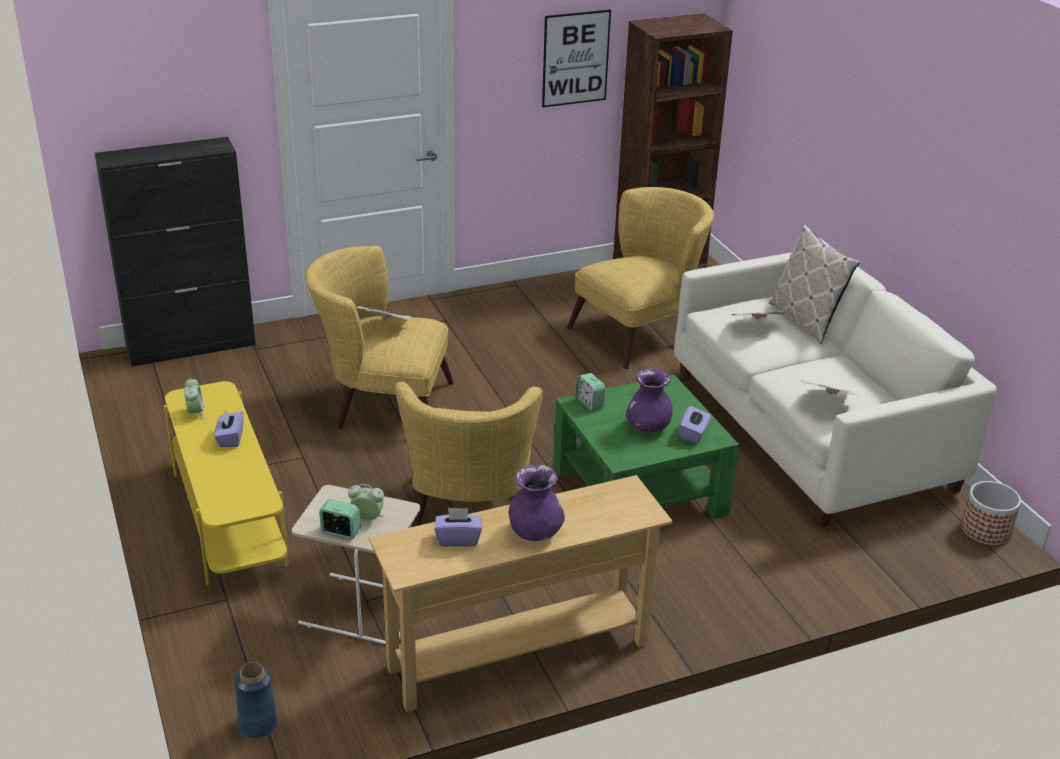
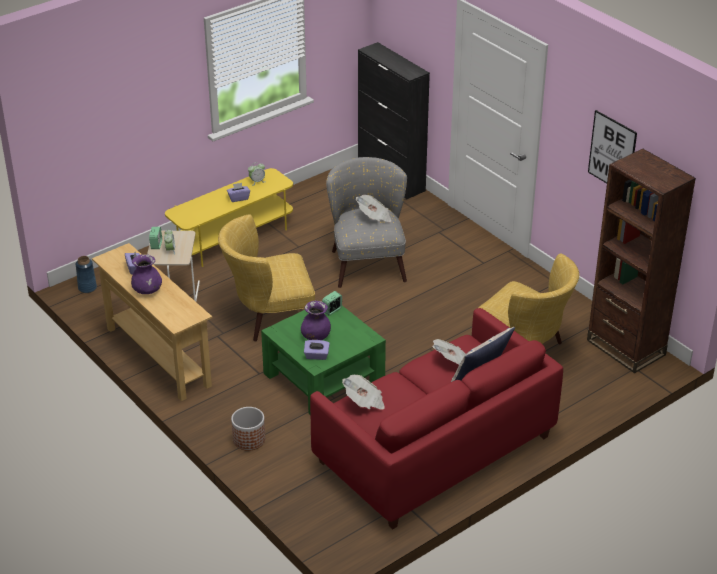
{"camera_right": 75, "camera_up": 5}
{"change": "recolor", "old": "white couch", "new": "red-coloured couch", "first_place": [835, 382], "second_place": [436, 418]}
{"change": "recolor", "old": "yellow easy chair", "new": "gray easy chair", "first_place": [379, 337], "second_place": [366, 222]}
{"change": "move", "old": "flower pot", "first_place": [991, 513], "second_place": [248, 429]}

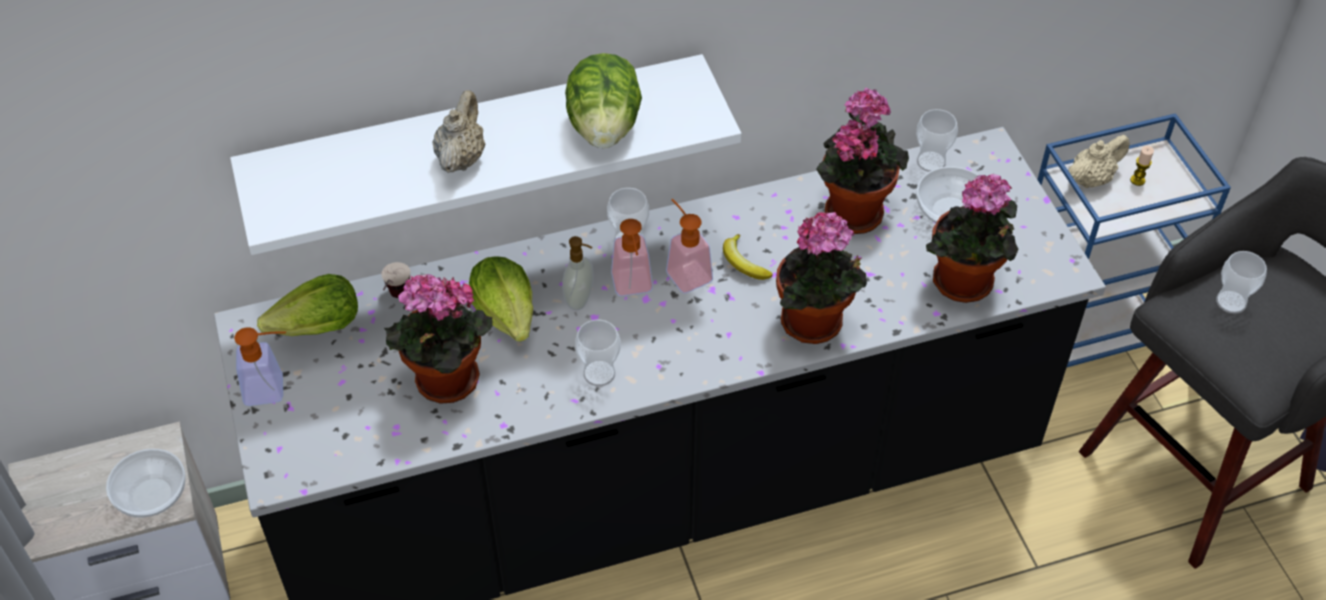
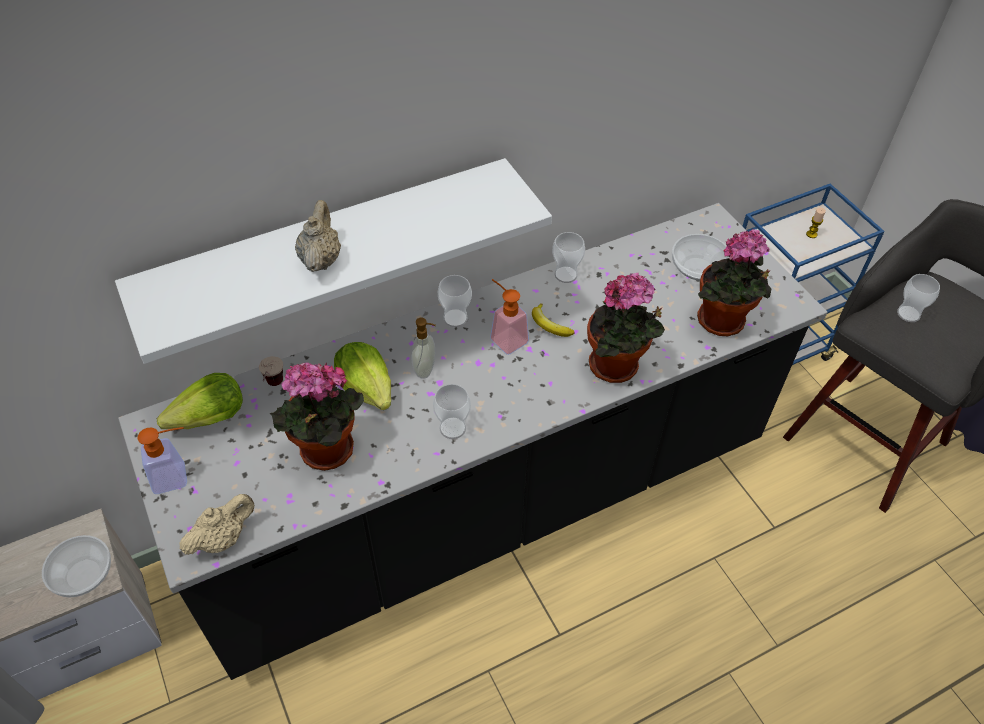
{"camera_right": -10, "camera_up": 0}
{"change": "delete", "old": "head of lettuce", "first_place": [603, 100]}
{"change": "delete", "old": "potted plant", "first_place": [862, 161]}
{"change": "move", "old": "small cup", "first_place": [937, 140], "second_place": [568, 257]}
{"change": "move", "old": "sand-coloured pot for tea", "first_place": [1099, 161], "second_place": [216, 524]}
{"change": "delete", "old": "liquid soap bottle", "first_place": [632, 257]}

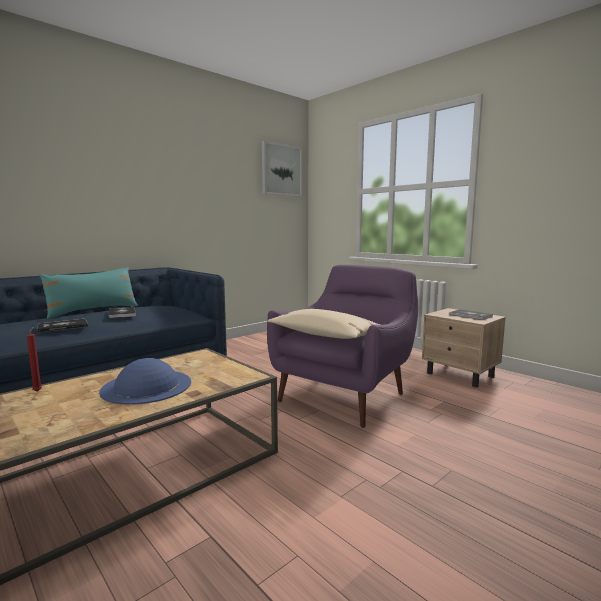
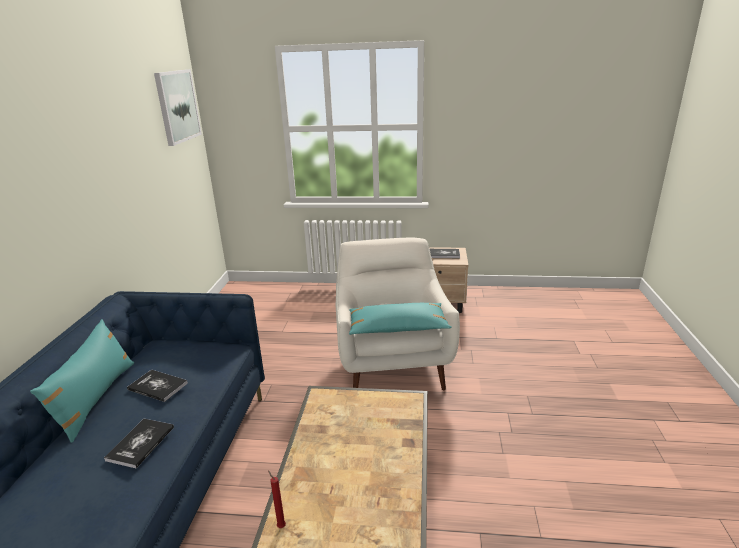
{"camera_right": -40, "camera_up": 15}
{"change": "recolor", "old": "purple-coloured easy chair", "new": "white easy chair", "first_place": [342, 346], "second_place": [398, 313]}
{"change": "recolor", "old": "sand-coloured throw pillow", "new": "blue-green throw pillow", "first_place": [324, 324], "second_place": [400, 319]}
{"change": "delete", "old": "blue clothing hat", "first_place": [145, 381]}

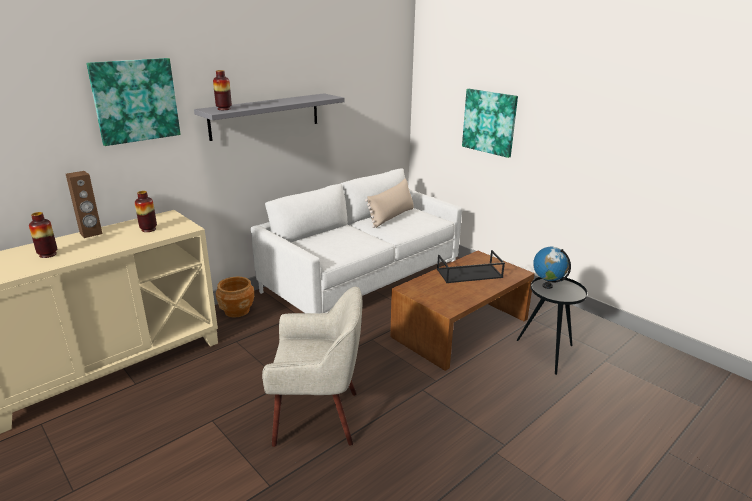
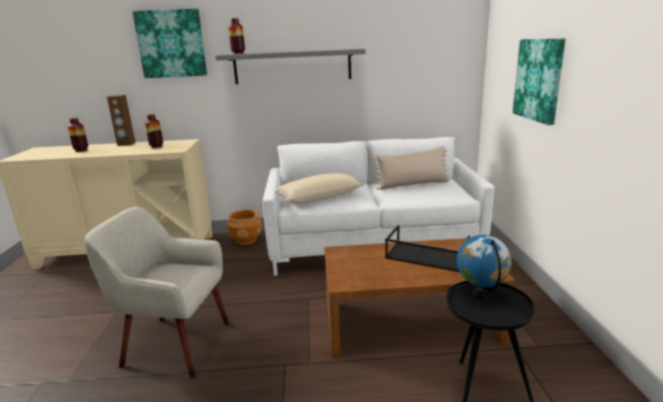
{"camera_right": 40, "camera_up": -5}
{"change": "rotate", "old": "sand-coloured easy chair", "first_place": [312, 367], "second_place": [156, 292], "degrees": 150}
{"change": "insert", "new": "sand-coloured throw pillow", "second_place": [319, 188]}

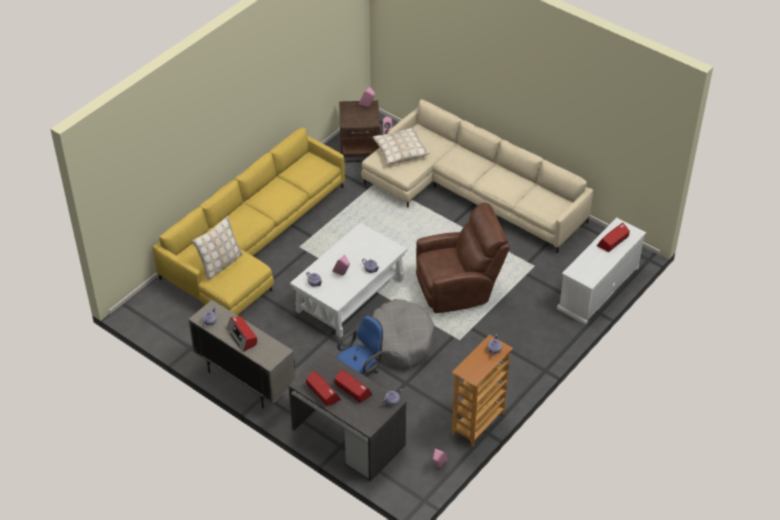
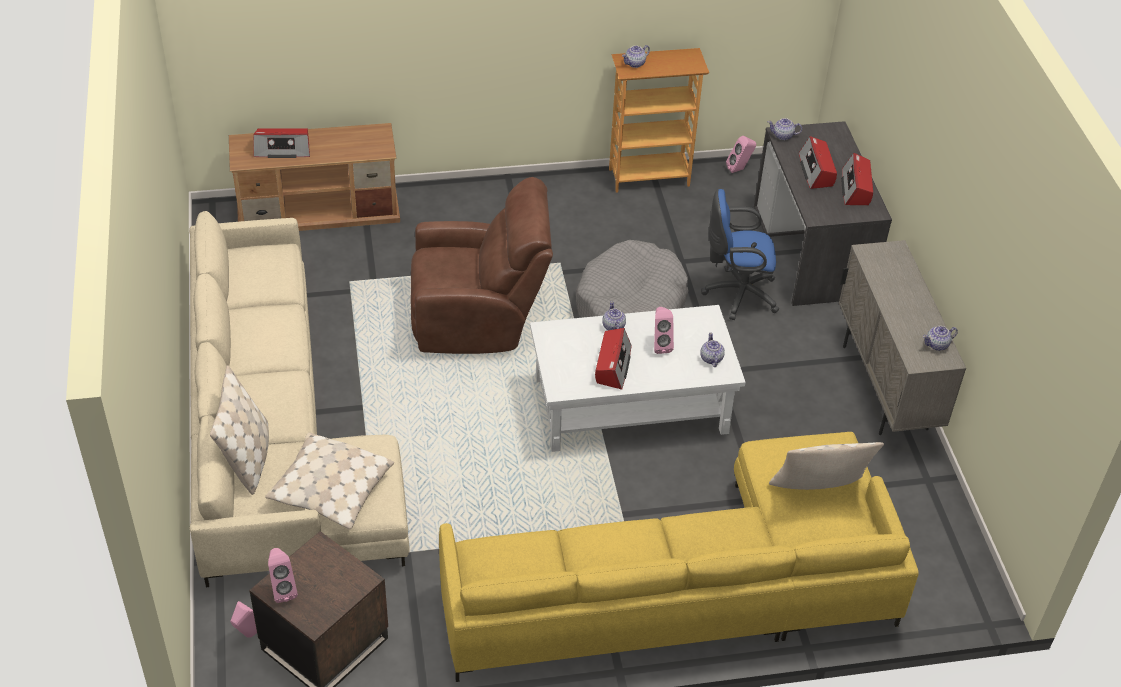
{"camera_right": -140, "camera_up": 0}
{"change": "rotate", "old": "brownish easy chair", "first_place": [463, 258], "second_place": [482, 265], "degrees": 150}
{"change": "recolor", "old": "white tv unit", "new": "brownish tv unit", "first_place": [601, 271], "second_place": [314, 177]}
{"change": "move", "old": "radio set", "first_place": [242, 334], "second_place": [613, 359]}
{"change": "insert", "new": "sand-coloured throw pillow", "second_place": [239, 430]}

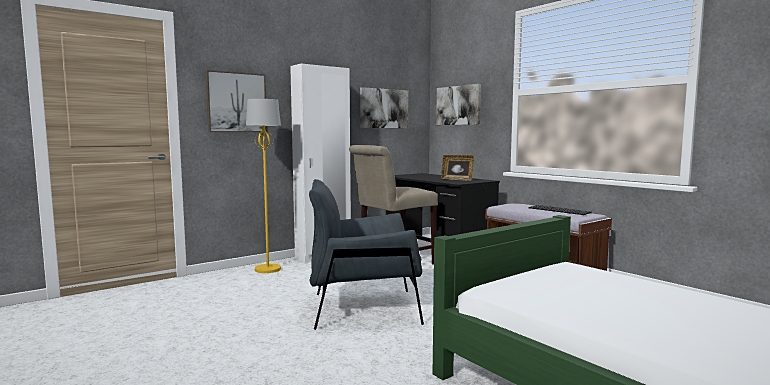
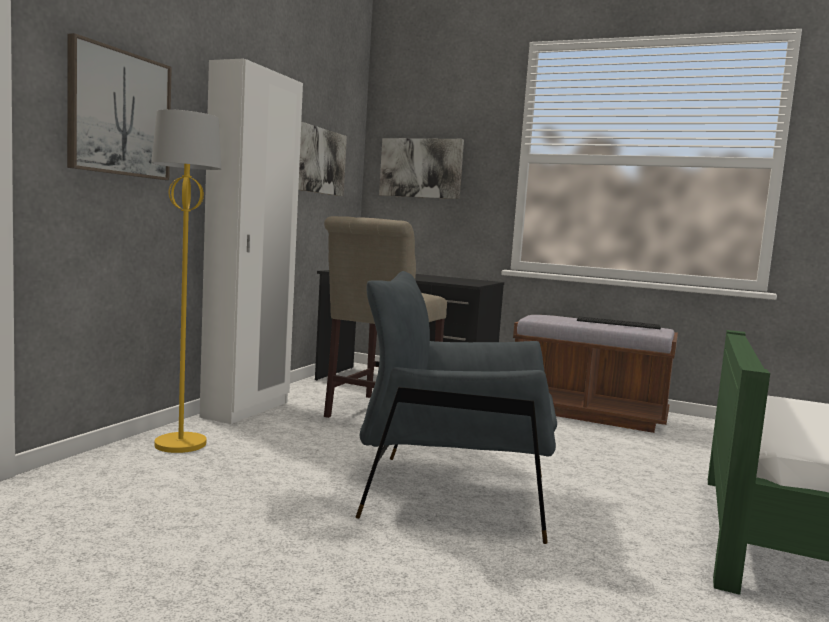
{"camera_right": -30, "camera_up": 0}
{"change": "delete", "old": "photo frame", "first_place": [457, 168]}
{"change": "rotate", "old": "gray easy chair", "first_place": [366, 254], "second_place": [456, 407], "degrees": 45}

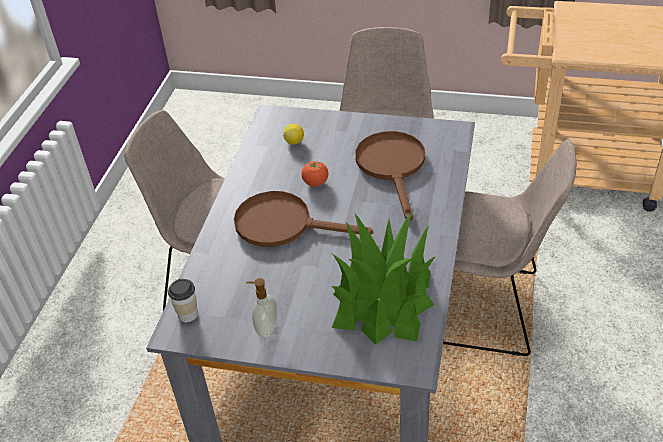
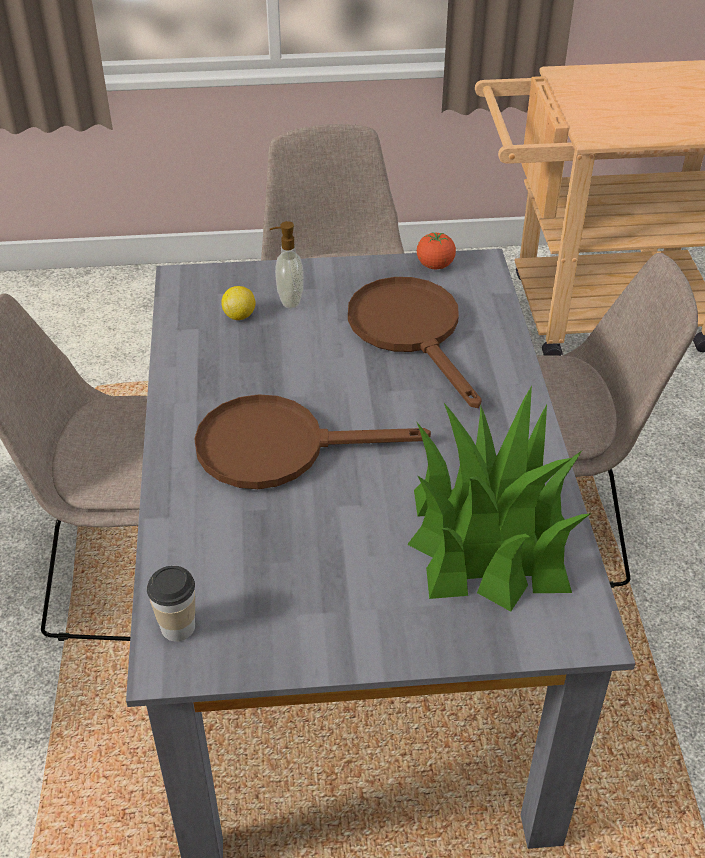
{"camera_right": -20, "camera_up": 0}
{"change": "move", "old": "fresh tomato", "first_place": [315, 173], "second_place": [436, 251]}
{"change": "move", "old": "liquid soap bottle", "first_place": [261, 308], "second_place": [287, 265]}

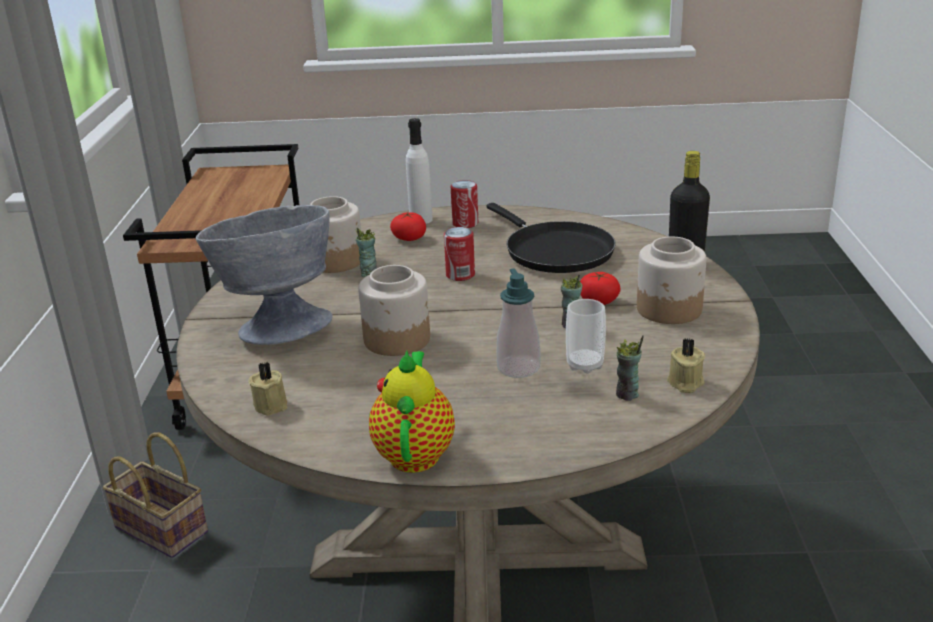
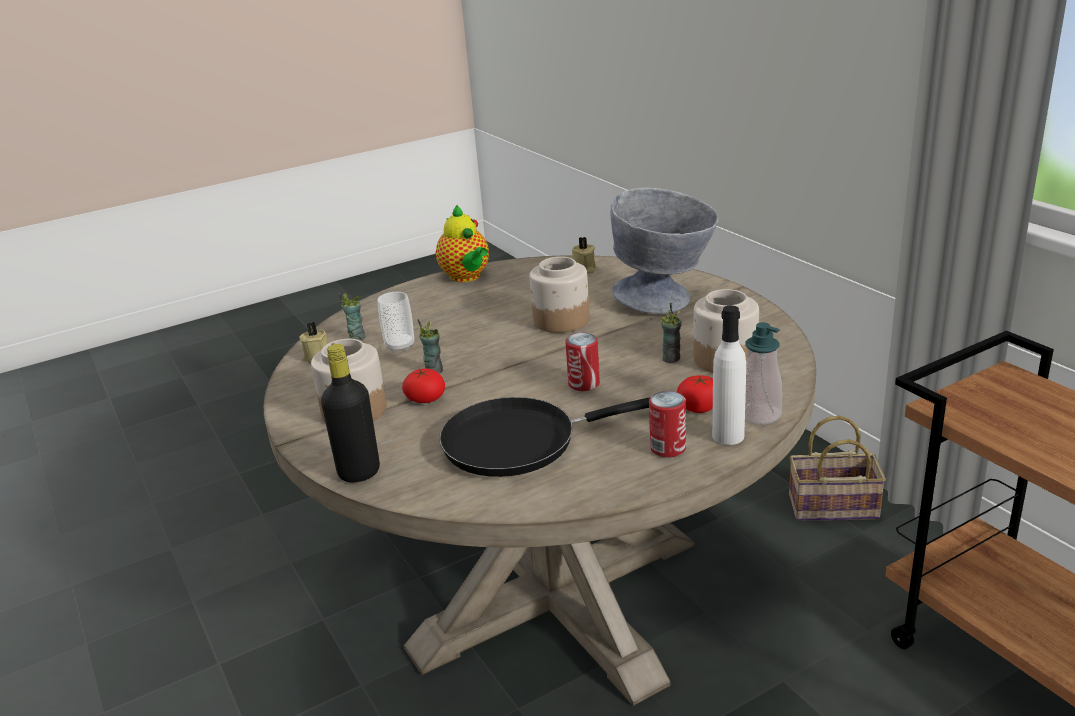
{"camera_right": 150, "camera_up": 0}
{"change": "rotate", "old": "blackish pan", "first_place": [551, 238], "second_place": [544, 437], "degrees": -45}
{"change": "move", "old": "liquid soap bottle", "first_place": [519, 323], "second_place": [763, 373]}

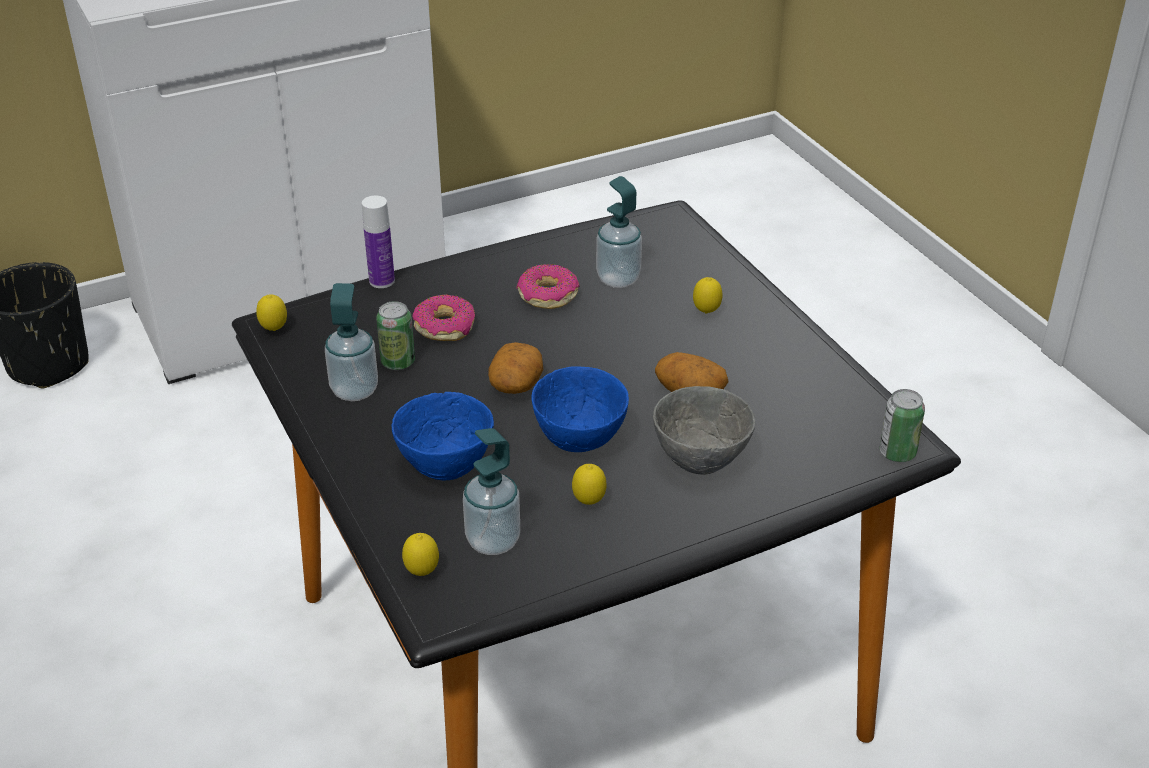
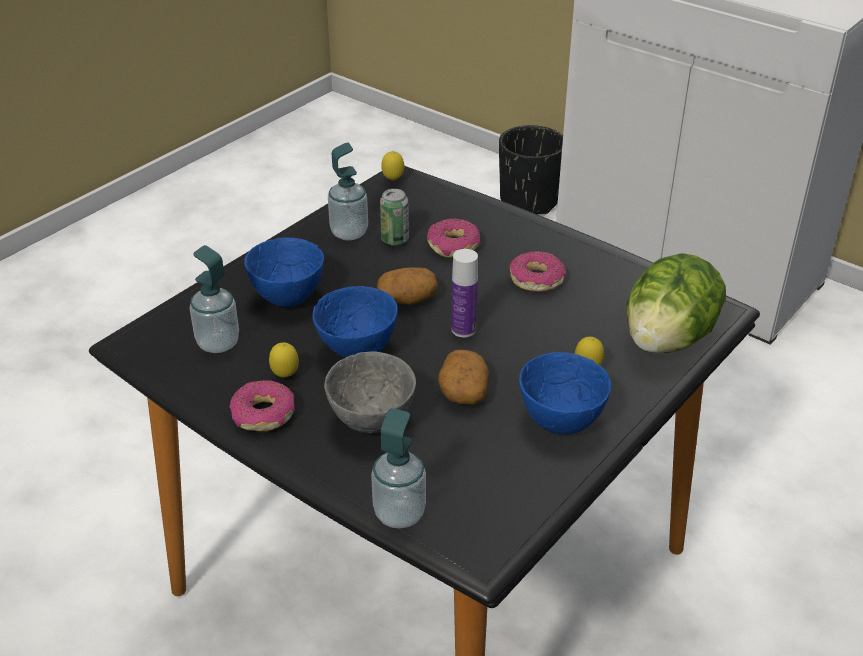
{"camera_right": 65, "camera_up": 0}
{"change": "move", "old": "liquid soap bottle", "first_place": [619, 232], "second_place": [398, 468]}
{"change": "move", "old": "beverage bottle", "first_place": [378, 242], "second_place": [464, 293]}
{"change": "delete", "old": "sealed can", "first_place": [902, 425]}
{"change": "delete", "old": "citrus fruit", "first_place": [420, 554]}
{"change": "insert", "new": "head of lettuce", "second_place": [676, 303]}
{"change": "insert", "new": "blue deep dish", "second_place": [565, 393]}
{"change": "insert", "new": "donut", "second_place": [262, 405]}

